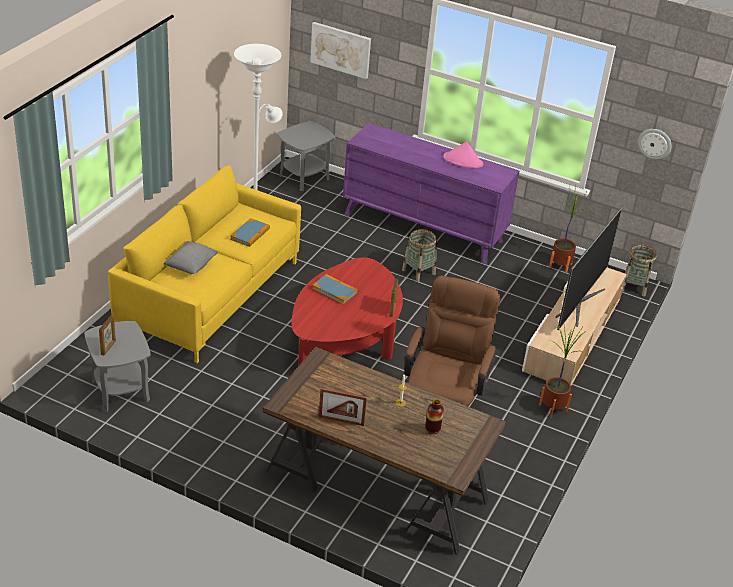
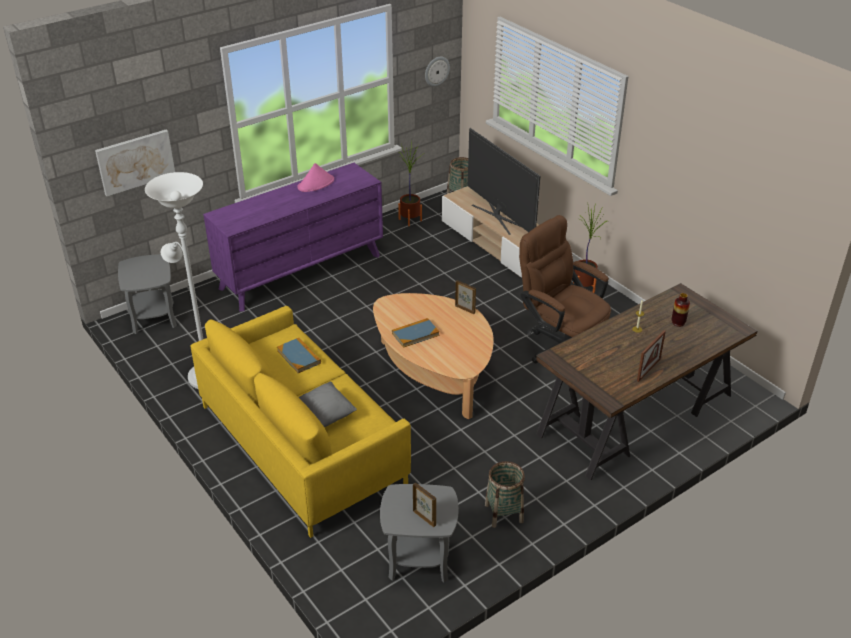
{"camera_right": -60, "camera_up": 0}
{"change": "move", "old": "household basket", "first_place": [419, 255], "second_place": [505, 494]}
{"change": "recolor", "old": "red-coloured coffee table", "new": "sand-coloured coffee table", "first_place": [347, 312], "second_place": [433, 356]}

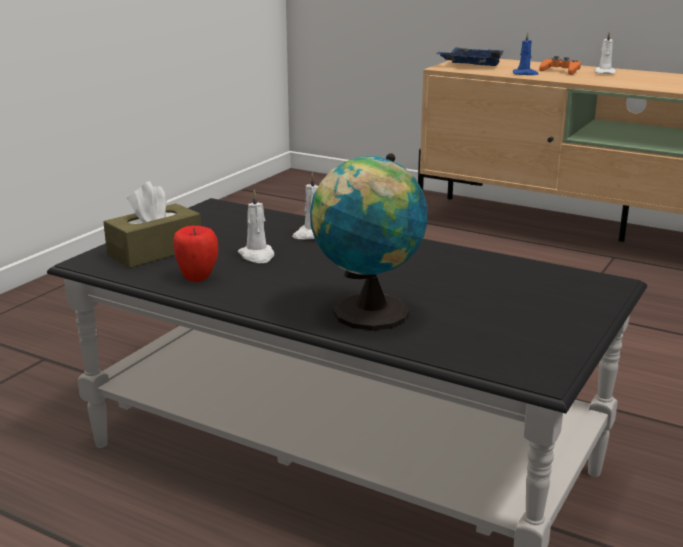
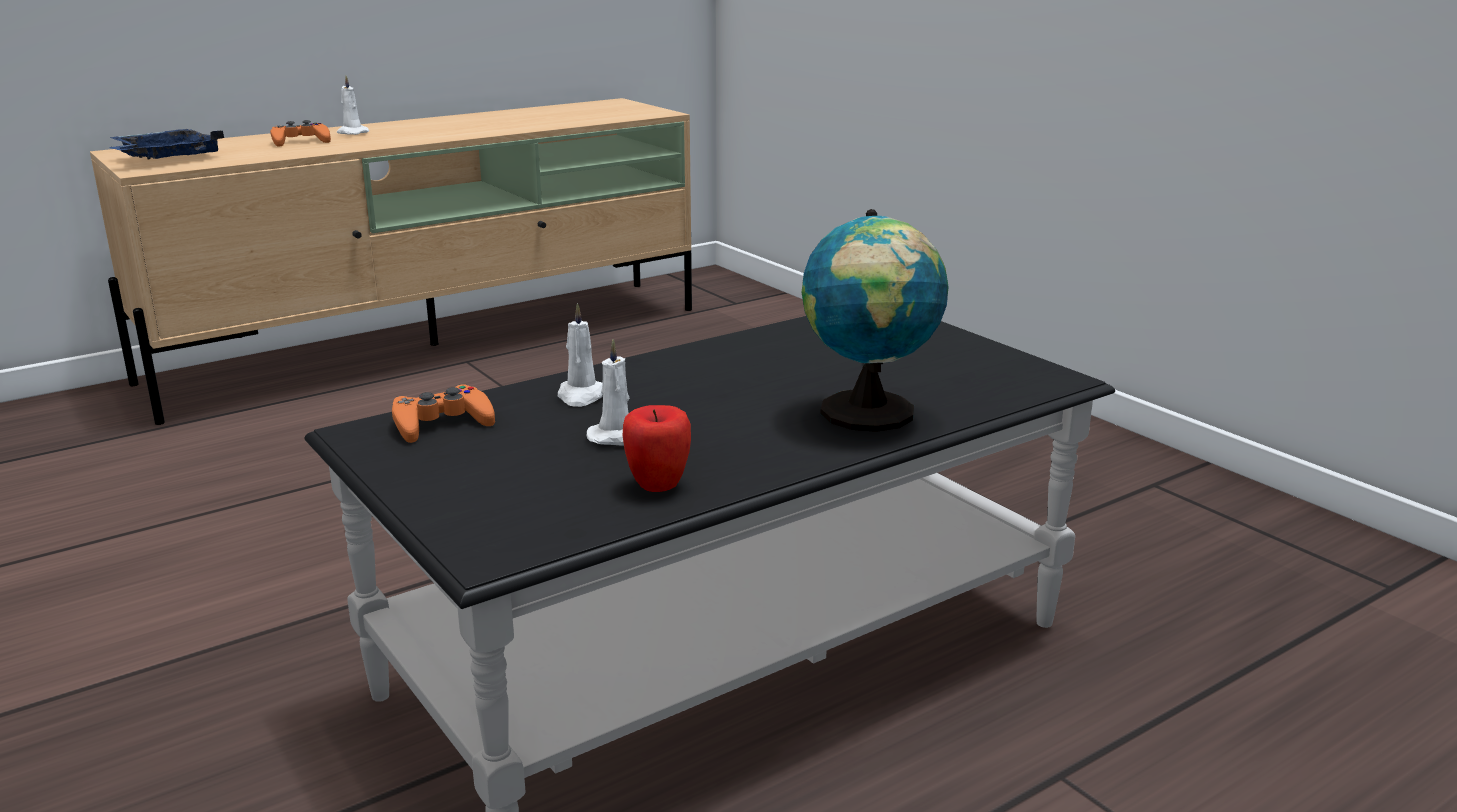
{"camera_right": -65, "camera_up": 0}
{"change": "delete", "old": "blue wax light", "first_place": [525, 53]}
{"change": "delete", "old": "brownish box of tissues", "first_place": [152, 224]}
{"change": "insert", "new": "orangey game controller", "second_place": [443, 413]}

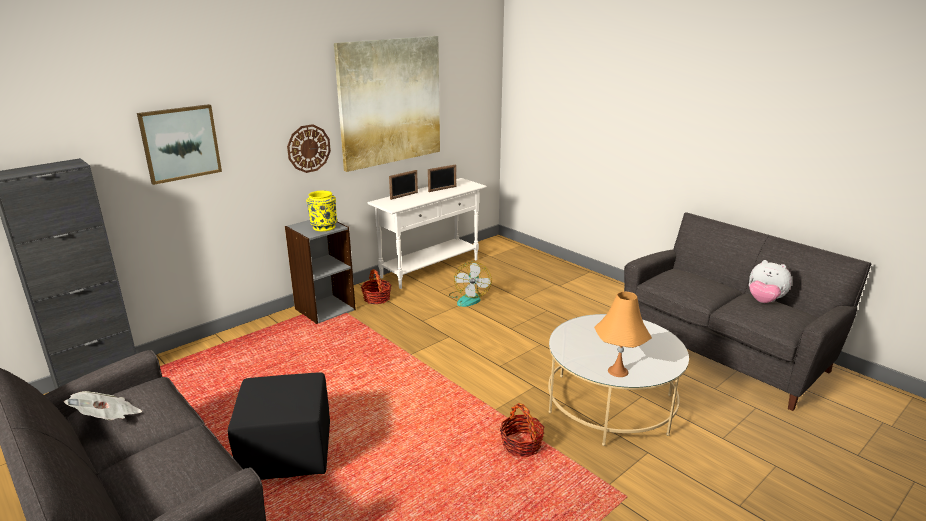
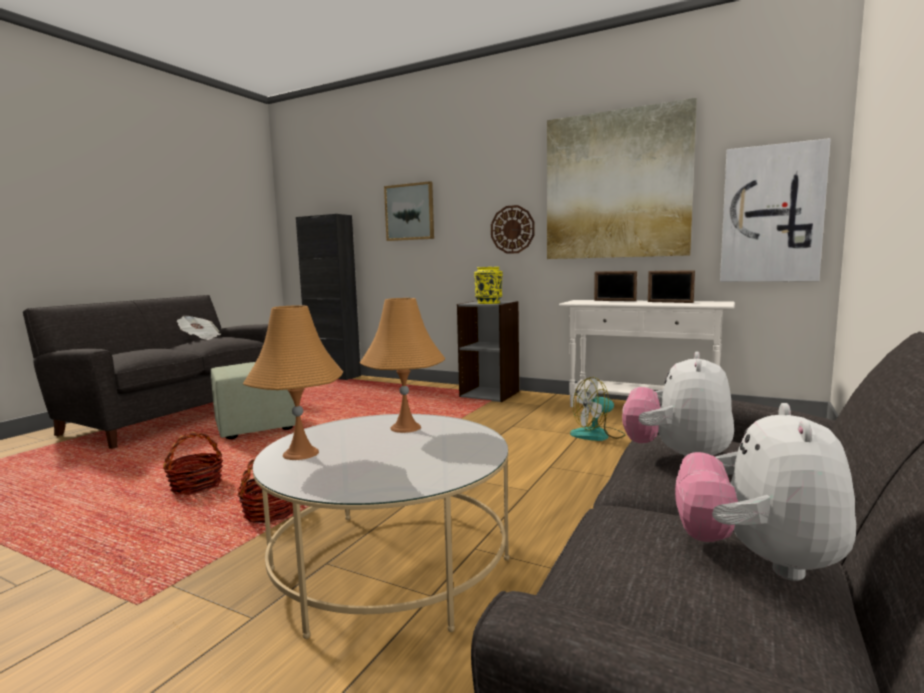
{"camera_right": 70, "camera_up": -15}
{"change": "move", "old": "household basket", "first_place": [376, 286], "second_place": [193, 463]}
{"change": "recolor", "old": "blackish pouffe", "new": "green-coloured pouffe", "first_place": [279, 426], "second_place": [253, 400]}
{"change": "insert", "new": "wall picture", "second_place": [775, 210]}
{"change": "insert", "new": "orangey tabletop lamp", "second_place": [402, 365]}
{"change": "insert", "new": "cuddly toy", "second_place": [678, 405]}

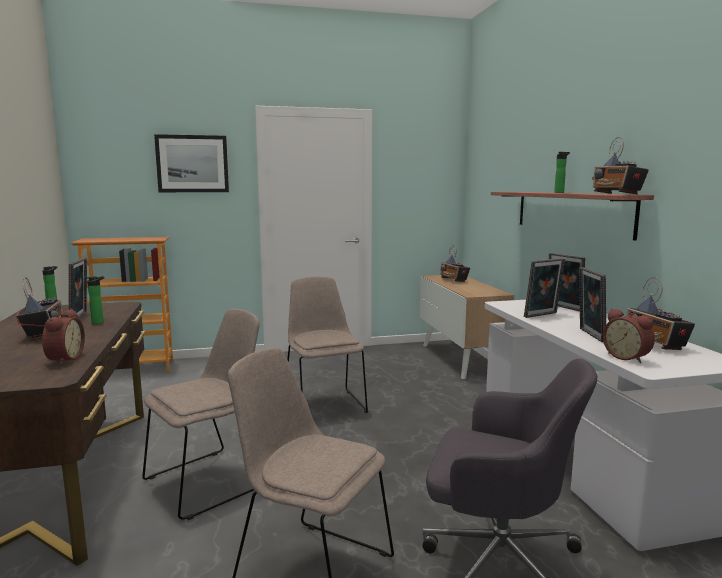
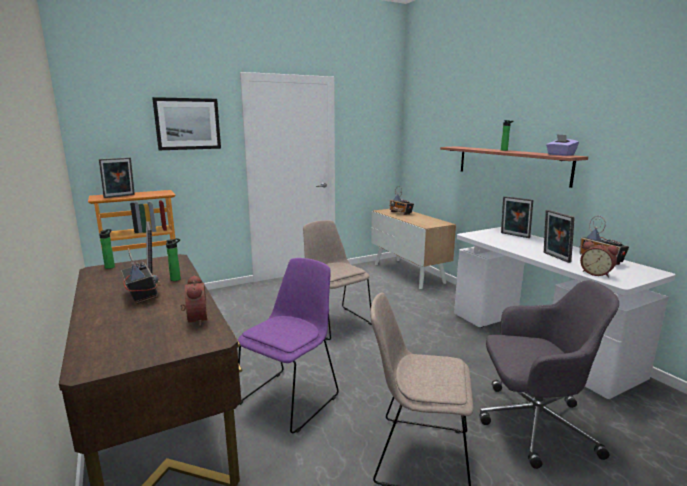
{"camera_right": -15, "camera_up": 5}
{"change": "replace", "old": "radio set", "new": "purple-coloured box of tissues", "first_place": [620, 165], "second_place": [562, 145]}
{"change": "move", "old": "photo frame", "first_place": [544, 288], "second_place": [117, 177]}
{"change": "recolor", "old": "sand-coloured chair", "new": "purple-coloured chair", "first_place": [201, 414], "second_place": [288, 345]}

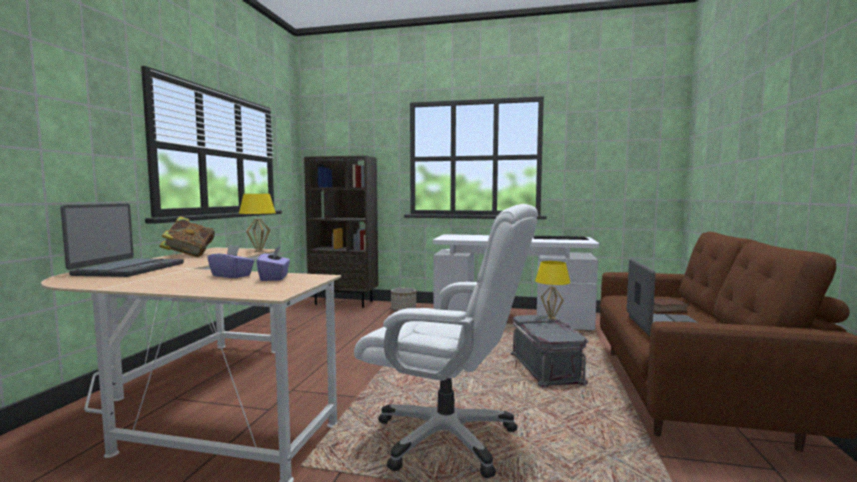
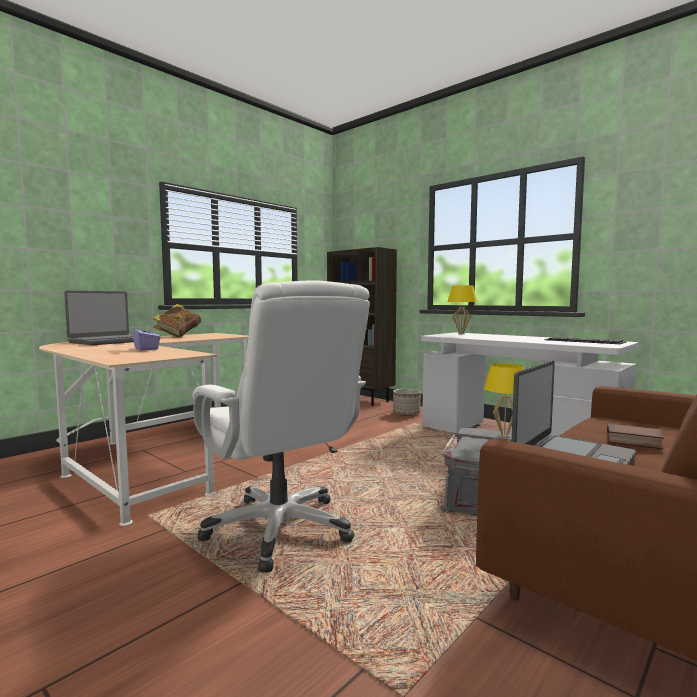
{"camera_right": 30, "camera_up": 0}
{"change": "move", "old": "yellow tabletop lamp", "first_place": [257, 223], "second_place": [462, 309]}
{"change": "delete", "old": "purple-coloured box of tissues", "first_place": [273, 264]}

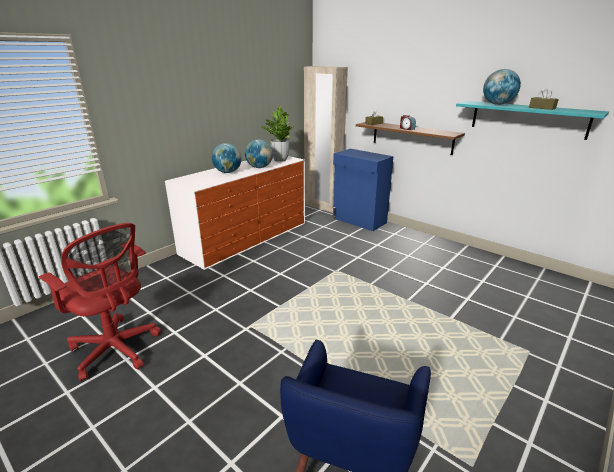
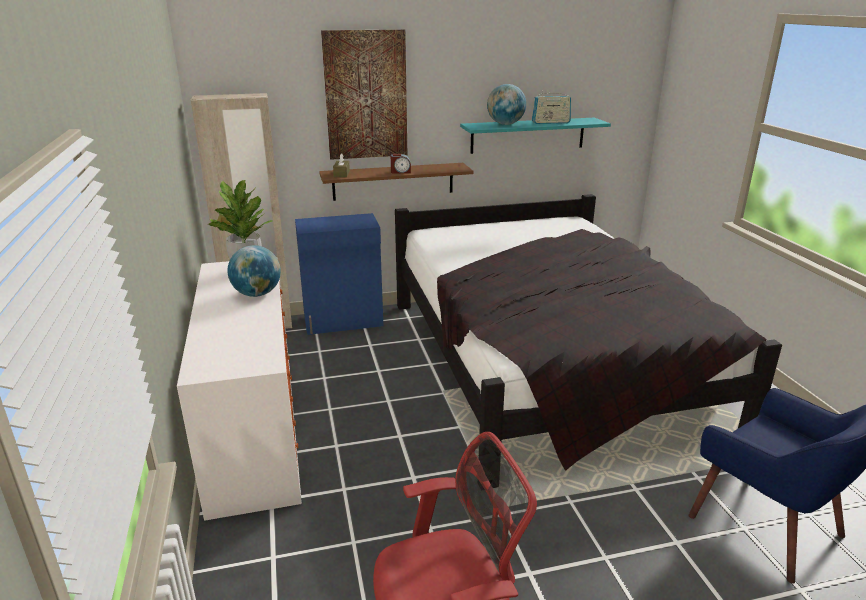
{"camera_right": -55, "camera_up": 0}
{"change": "replace", "old": "brownish box of tissues", "new": "radio set", "first_place": [544, 99], "second_place": [551, 107]}
{"change": "delete", "old": "globe", "first_place": [227, 158]}
{"change": "insert", "new": "wall picture", "second_place": [364, 94]}
{"change": "insert", "new": "blackish bed", "second_place": [588, 339]}

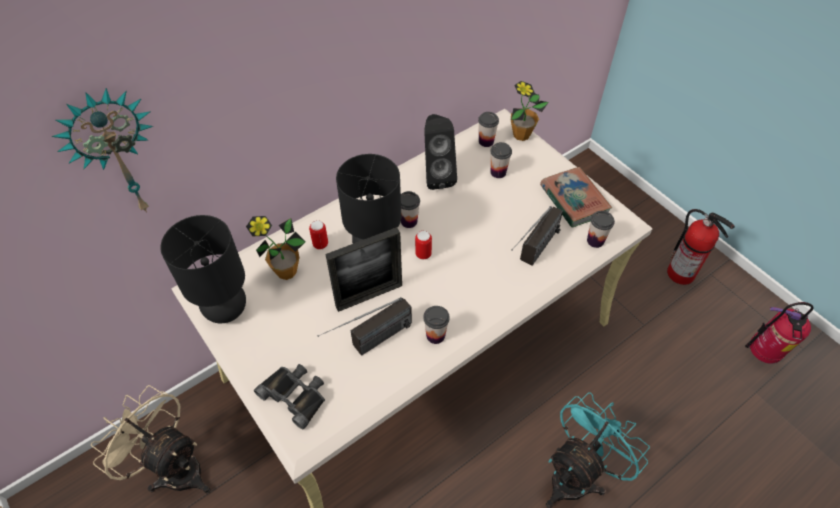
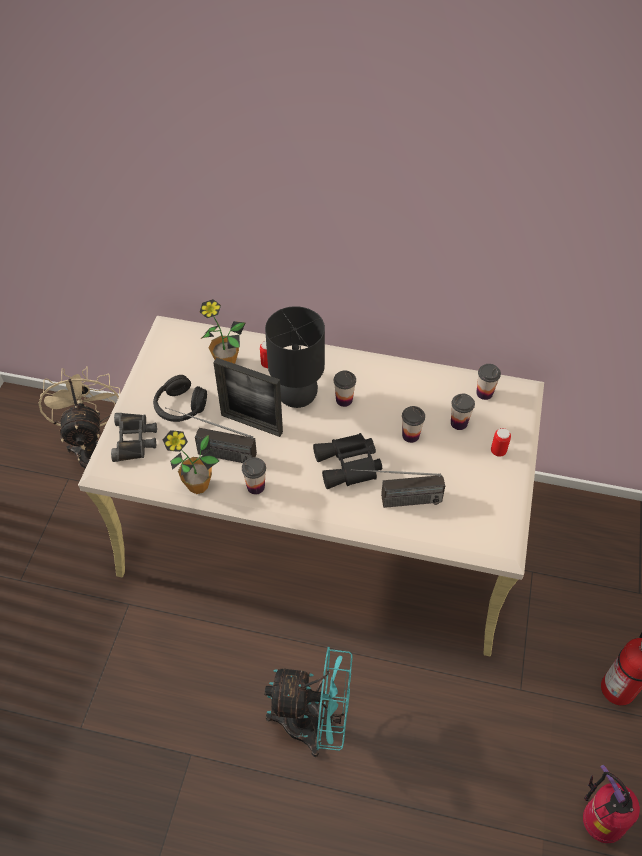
{"camera_right": 50, "camera_up": 0}
{"change": "move", "old": "potted plant", "first_place": [530, 111], "second_place": [191, 462]}
{"change": "delete", "old": "hanging clock", "first_place": [102, 150]}
{"change": "delete", "old": "blackish speaker", "first_place": [440, 152]}
{"change": "delete", "old": "volume", "first_place": [576, 197]}
{"change": "move", "old": "small cup", "first_place": [601, 229], "second_place": [413, 424]}
{"change": "delete", "old": "blackish tabletop lamp", "first_place": [203, 269]}
{"change": "move", "old": "sealed can", "first_place": [423, 245], "second_place": [501, 442]}
{"change": "insert", "new": "blackish headset", "second_place": [180, 398]}
{"change": "insert", "new": "blackish pair of binoculars", "second_place": [347, 461]}

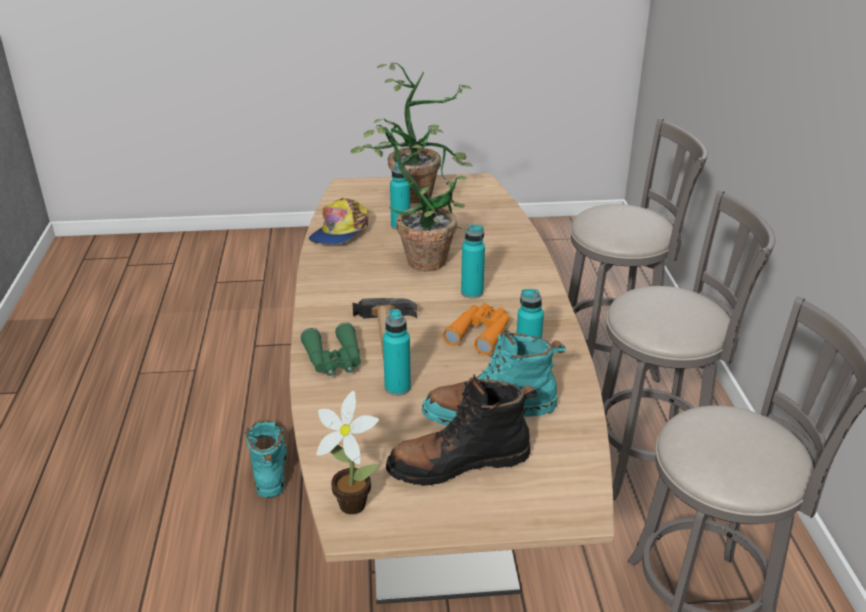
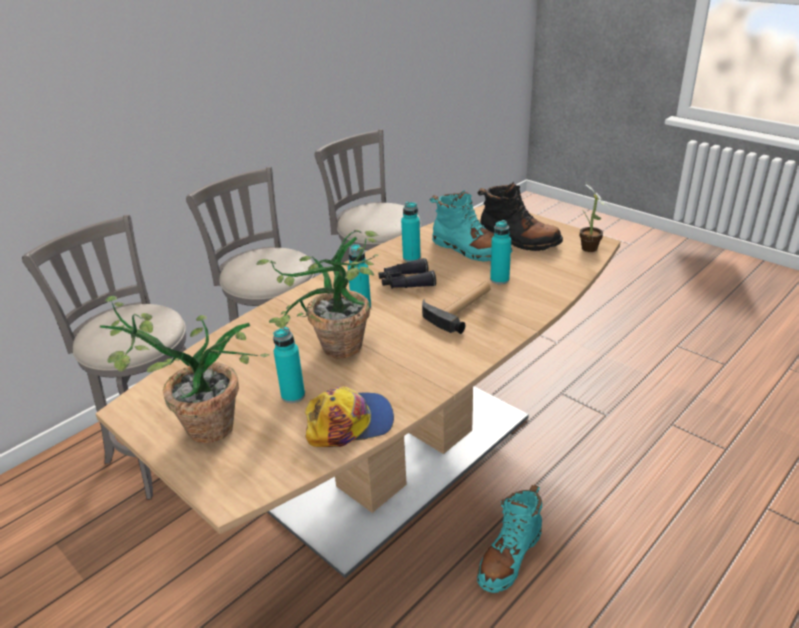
{"camera_right": -130, "camera_up": 0}
{"change": "recolor", "old": "orangey pair of binoculars", "new": "blackish pair of binoculars", "first_place": [476, 329], "second_place": [407, 273]}
{"change": "delete", "old": "green-coloured pair of binoculars", "first_place": [331, 349]}

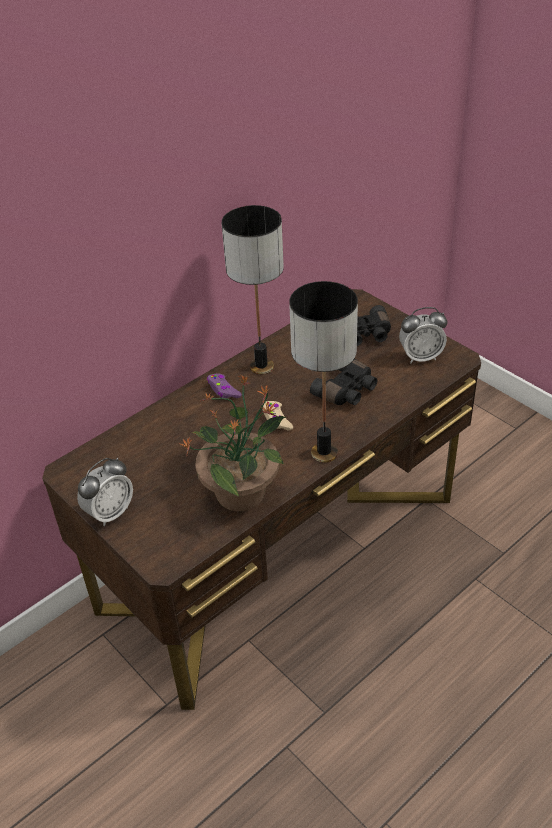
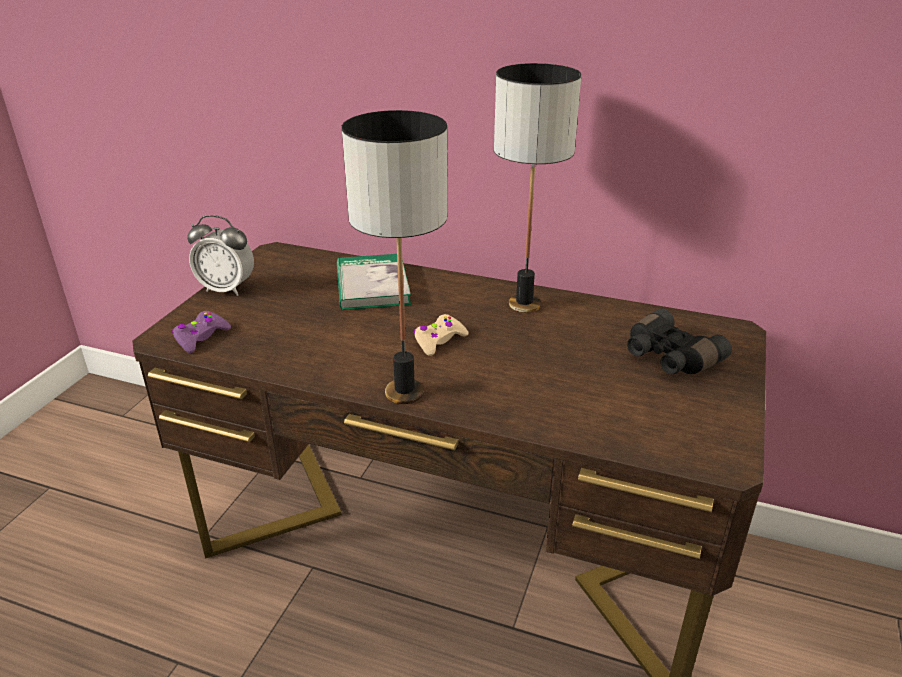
{"camera_right": 60, "camera_up": -10}
{"change": "delete", "old": "bedside clock", "first_place": [423, 335]}
{"change": "delete", "old": "blackish pair of binoculars", "first_place": [344, 382]}
{"change": "move", "old": "purple-coloured game controller", "first_place": [224, 385], "second_place": [201, 332]}
{"change": "delete", "old": "potted plant", "first_place": [233, 443]}
{"change": "insert", "new": "volume", "second_place": [374, 282]}

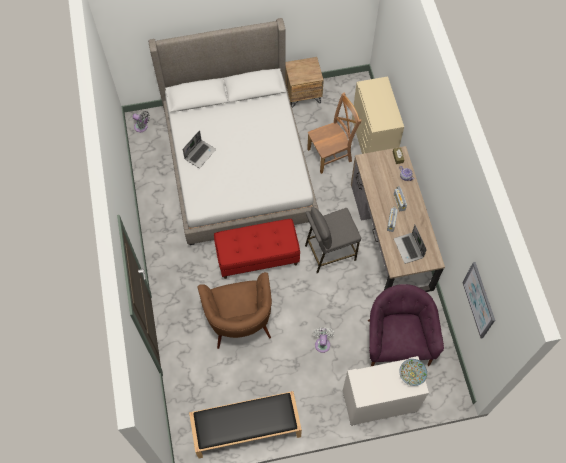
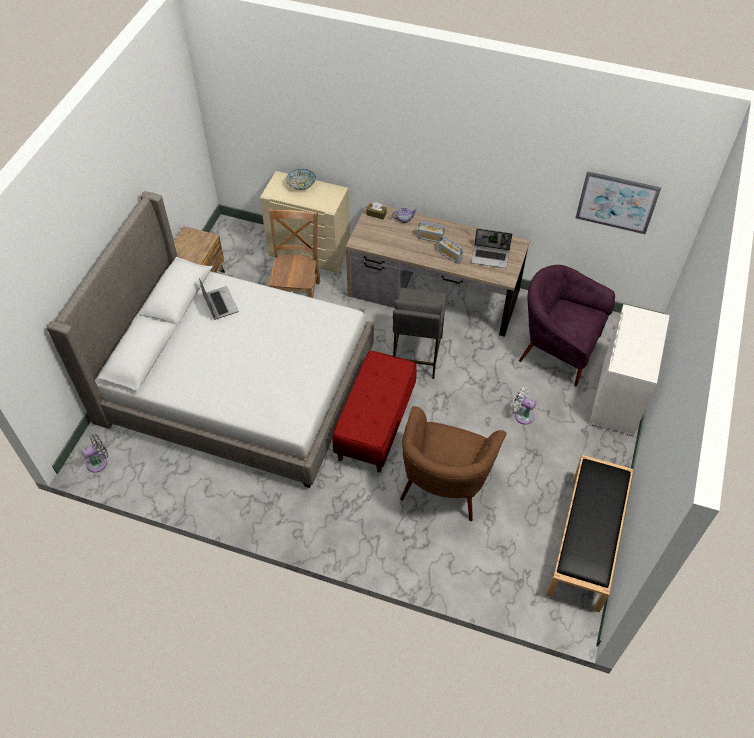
{"camera_right": -60, "camera_up": -10}
{"change": "move", "old": "laptop", "first_place": [199, 149], "second_place": [218, 299]}
{"change": "rotate", "old": "brownish easy chair", "first_place": [234, 310], "second_place": [453, 463], "degrees": 90}
{"change": "move", "old": "deep dish", "first_place": [413, 372], "second_place": [301, 179]}

